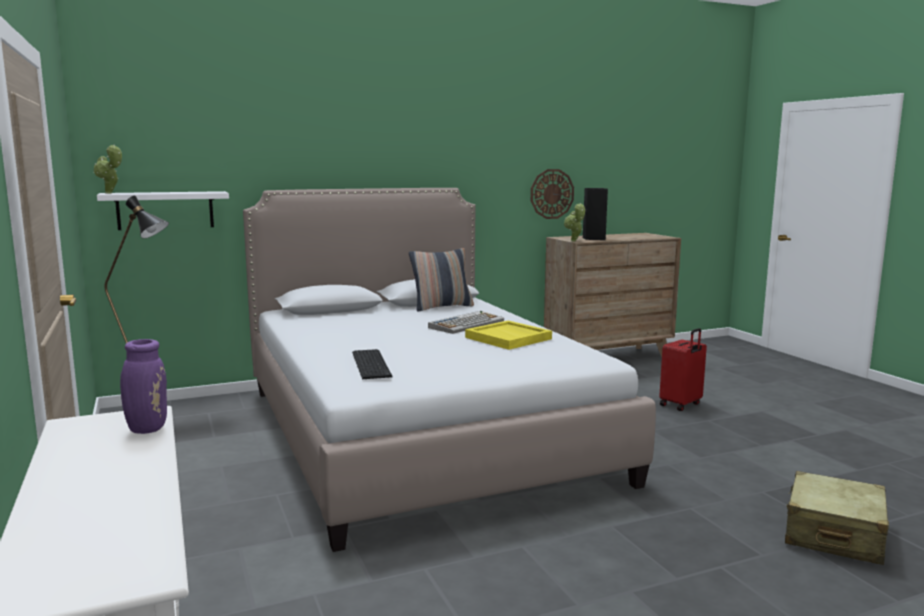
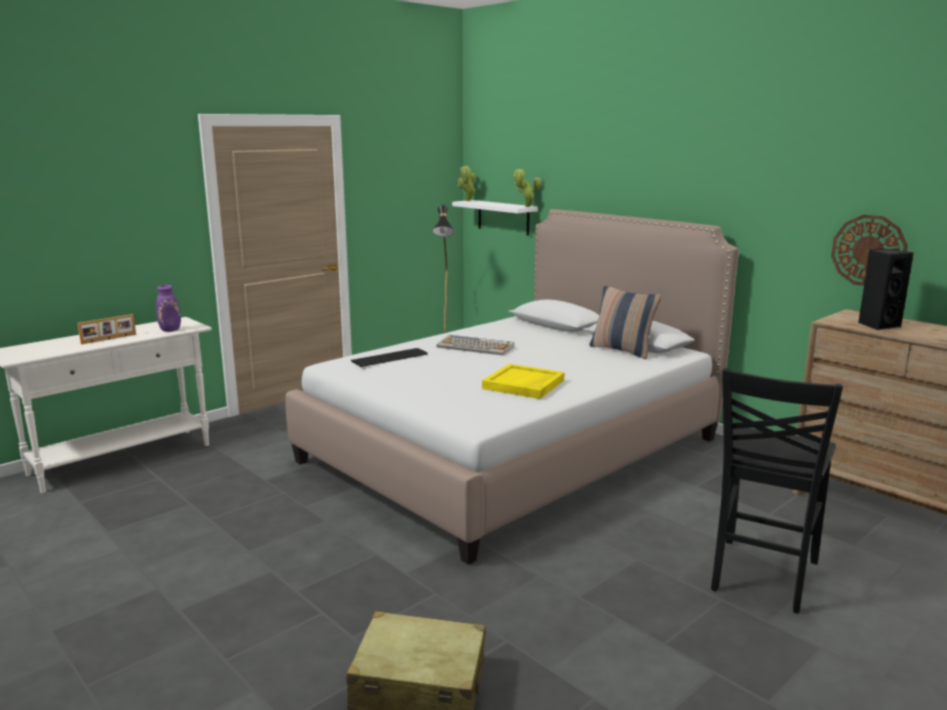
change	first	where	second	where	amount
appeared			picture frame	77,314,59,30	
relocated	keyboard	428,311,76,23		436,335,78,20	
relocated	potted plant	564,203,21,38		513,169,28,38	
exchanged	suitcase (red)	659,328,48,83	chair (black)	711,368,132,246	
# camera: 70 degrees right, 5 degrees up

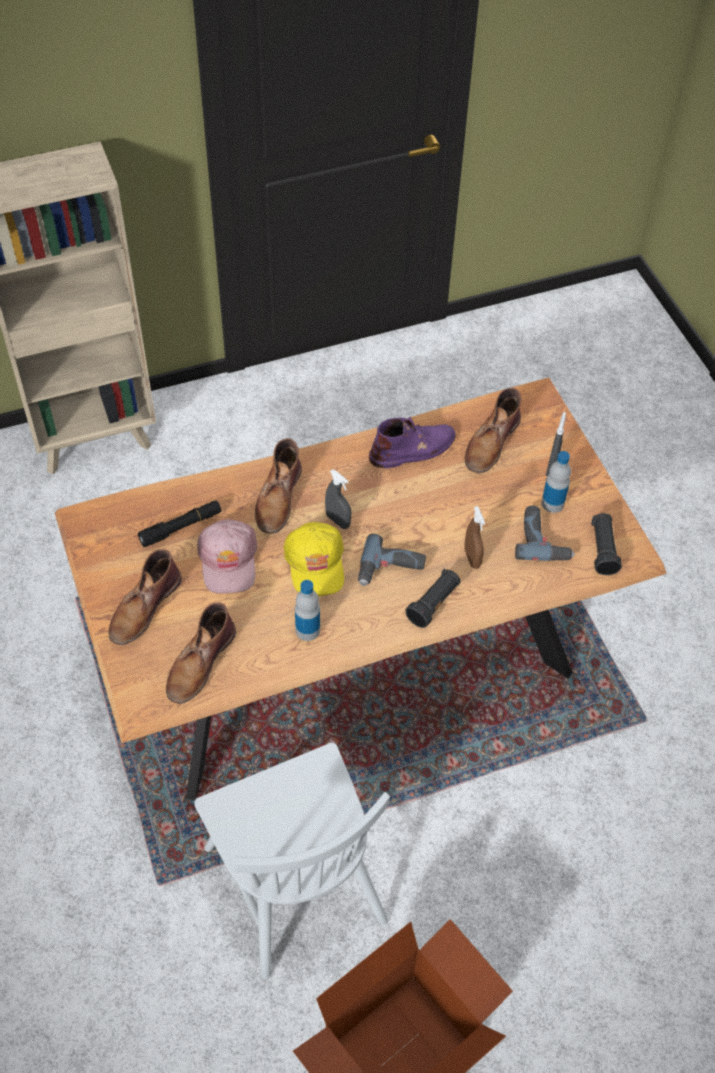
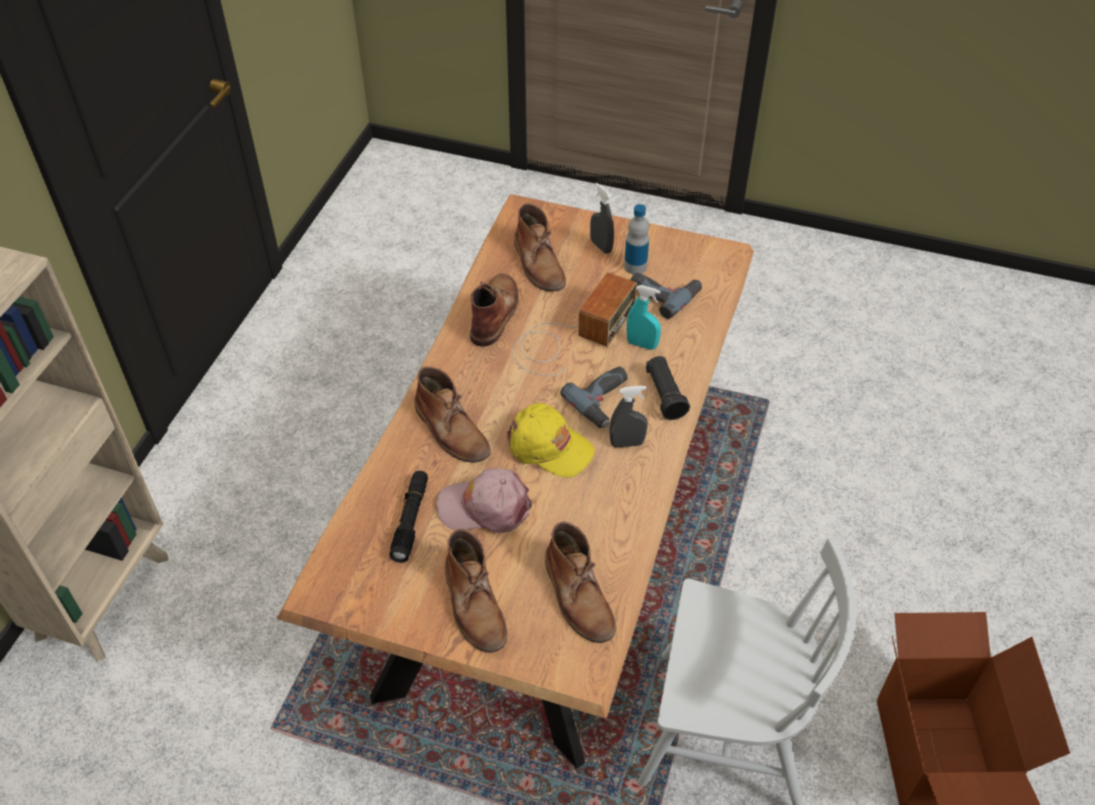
change	first	where	second	where	amount
spun	cap (pink)	197,519,61,75		436,468,96,65	150 degrees clockwise
colour	boot (purple)	369,417,87,51	boot (brown)	470,274,49,73	
appeared			radio	512,272,125,104	
relocated	spray bottle (grey)	325,470,26,59		609,385,39,63	
colour	spray bottle (brown)	464,506,21,63	spray bottle (turquoise)	627,285,34,65	
missing	bottle	295,580,25,61			
missing	flashlight (black)	591,513,31,62			
# camera: 50 degrees left, 5 degrees down

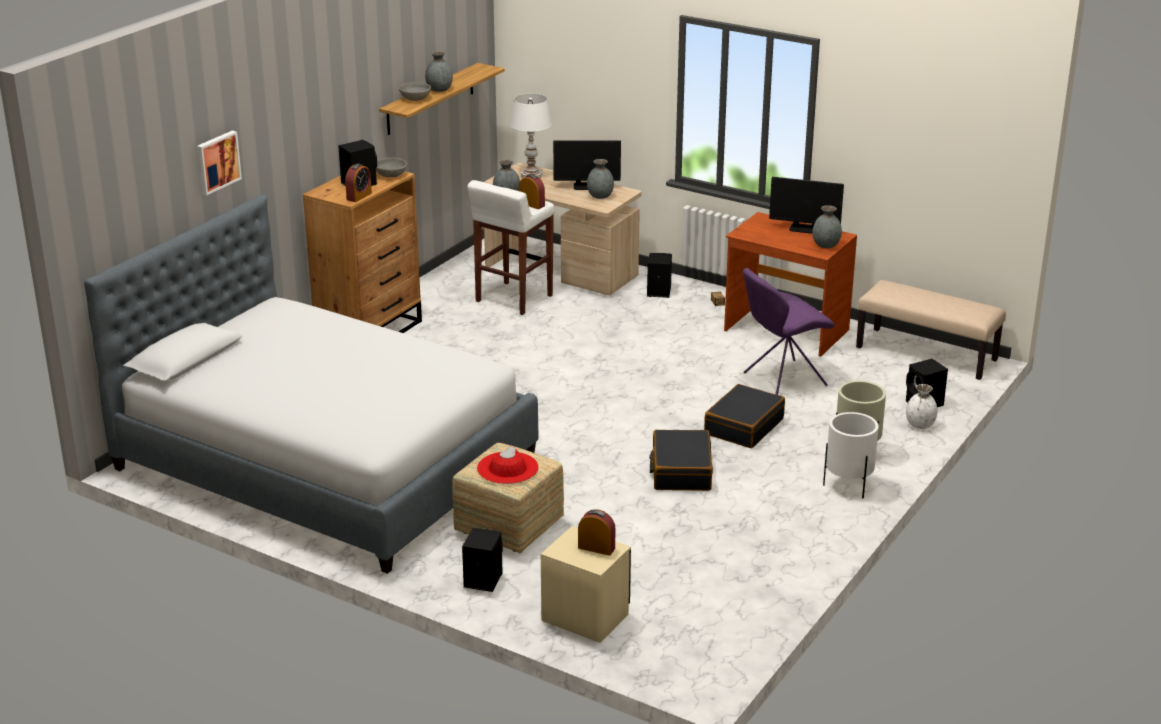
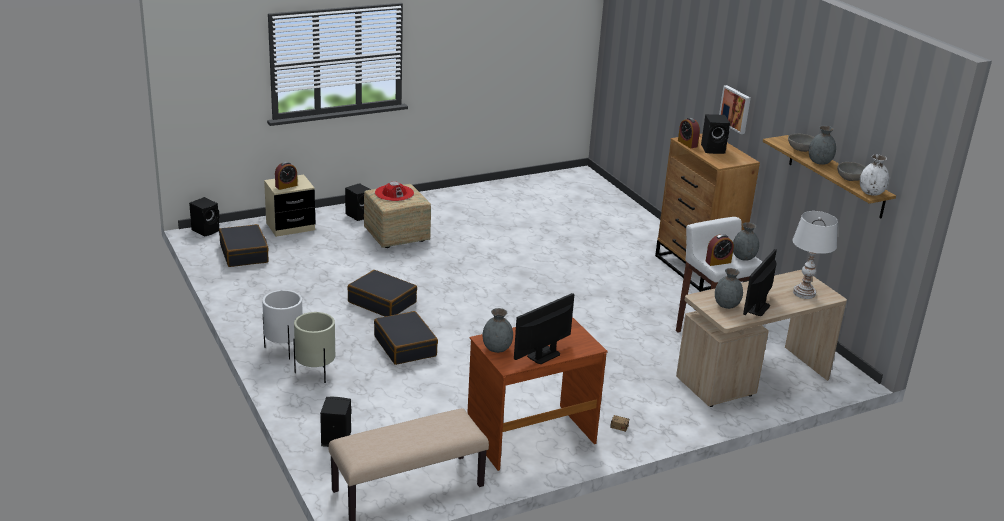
change	first	where	second	where	amount
relocated	speaker (black)	647,253,25,45		189,197,31,40	
appeared			suitcase (black)	219,224,50,43	
relocated	picture	197,131,45,64		719,85,32,49	
relocated	bowl (grey)	376,157,31,20		837,162,29,19	
relocated	vase (white)	906,384,32,45		860,155,29,41	
missing	bed	84,194,455,380			
missing	chair (purple)	743,268,92,127			
# camera: 120 degrees right, 0 degrees up

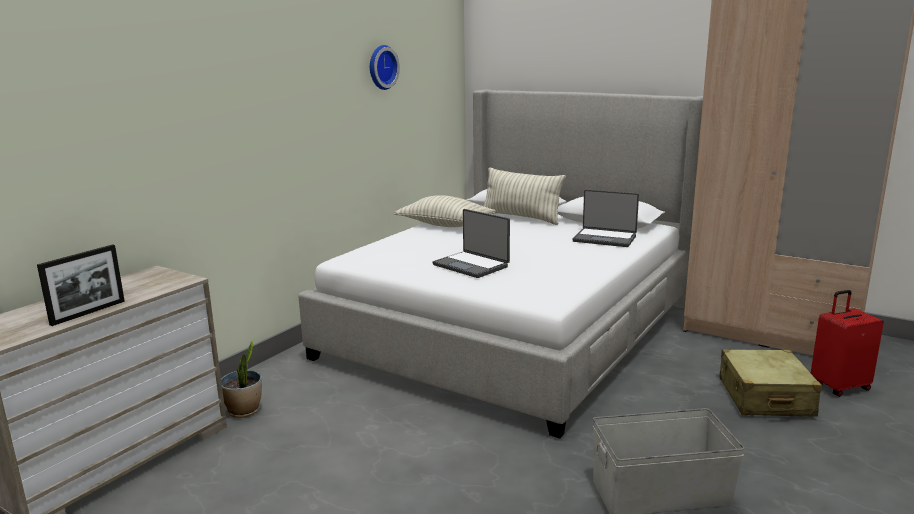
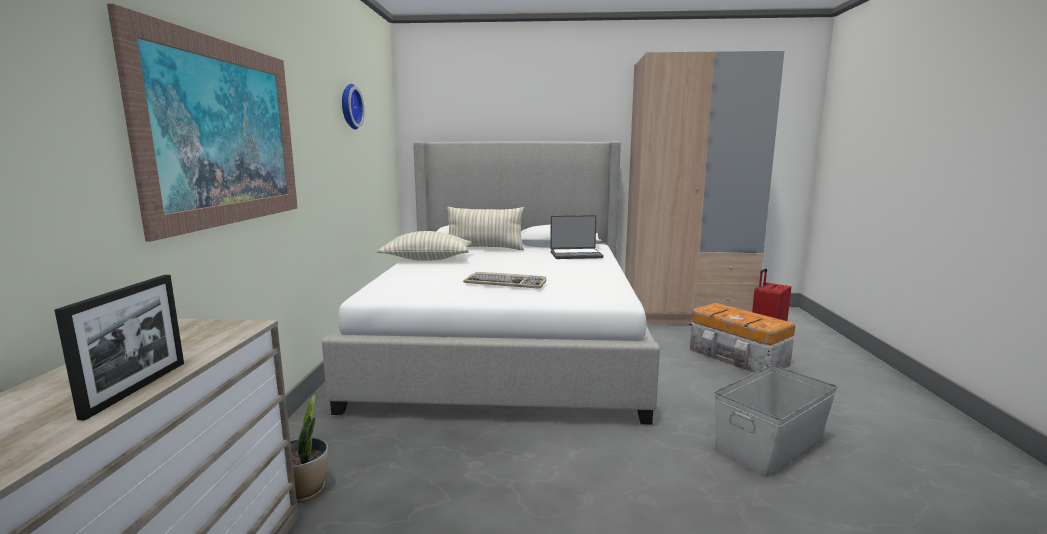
change	first	where	second	where	amount
appeared			picture	107,3,191,239	
exchanged	laptop	433,209,77,69	keyboard	463,272,84,16	
exchanged	suitcase (beige)	719,349,103,68	storage box	690,303,105,70	
# camera: 30 degrees left, 5 degrees down

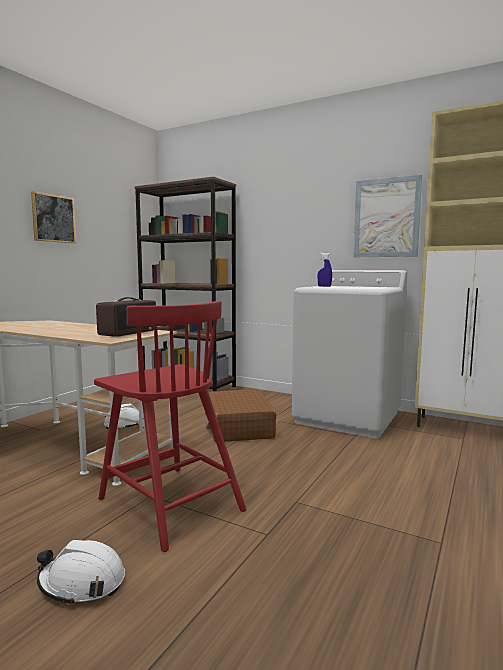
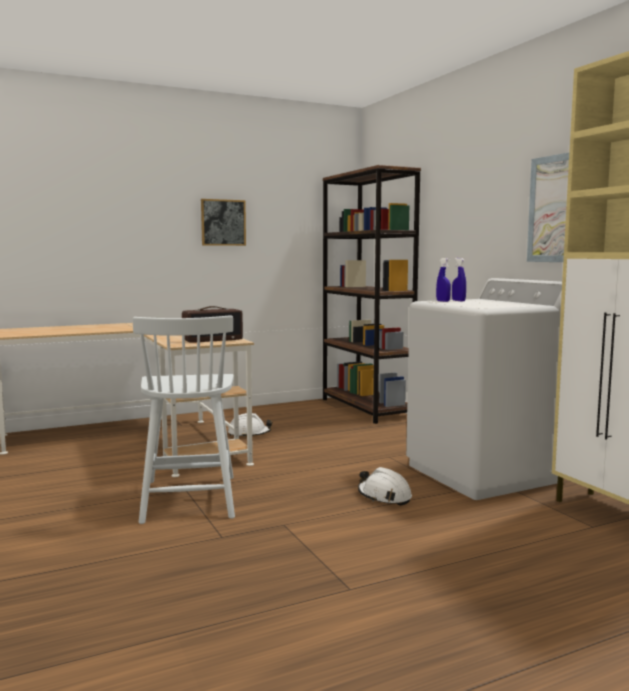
change	first	where	second	where	amount
colour	chair (red)	94,301,152,251	chair (white)	133,315,102,209	
relocated	hard hat (white)	37,540,88,66		358,467,54,39	
appeared			spray bottle (blue)	436,258,15,44	
missing	suitcase (brown)	205,389,71,53			
# camera: 35 degrees right, 0 degrees up

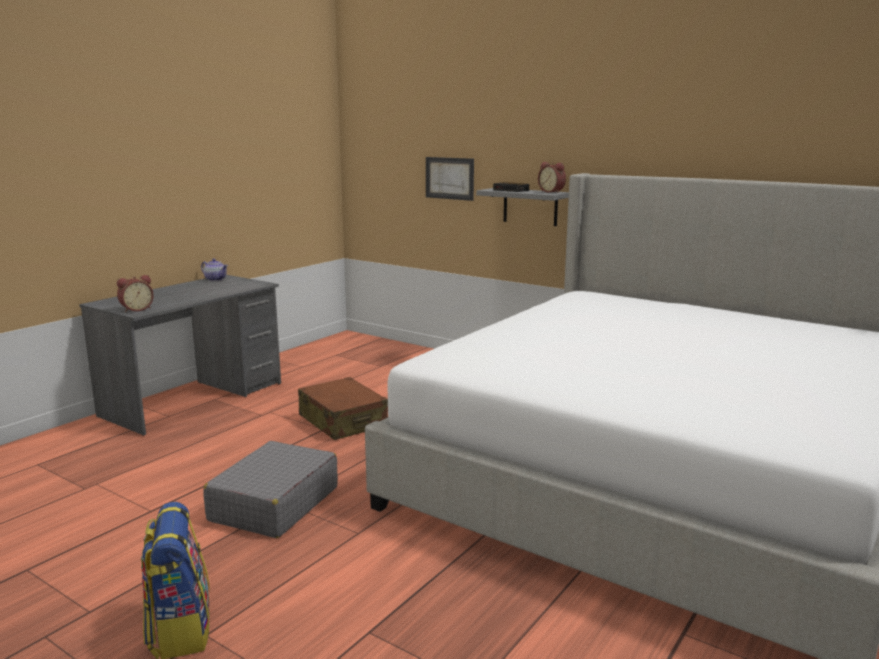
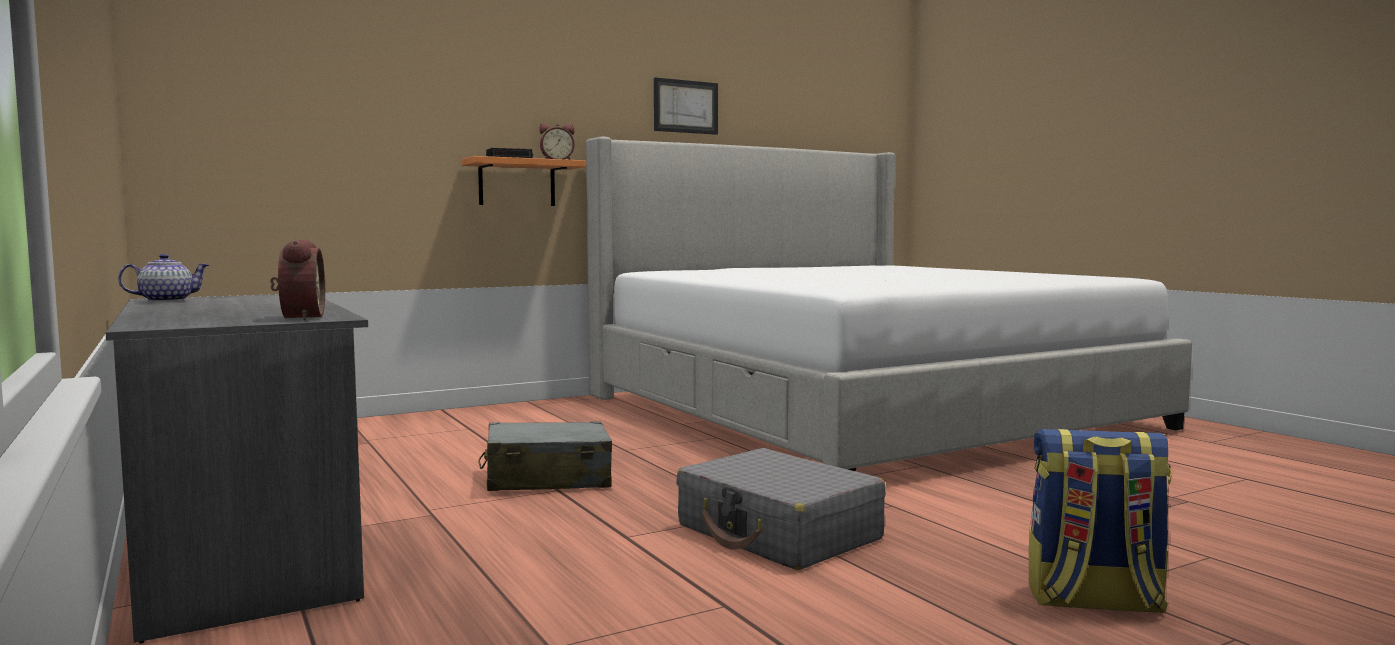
change	first	where	second	where	amount
colour	shelf (grey)	476,188,93,38	shelf (orange)	461,156,125,50	
colour	suitcase (brown)	298,377,90,63	suitcase (grey)	478,421,134,70	
relocated	picture	426,157,48,44		654,77,64,58	
# camera: 65 degrees left, 10 degrees down

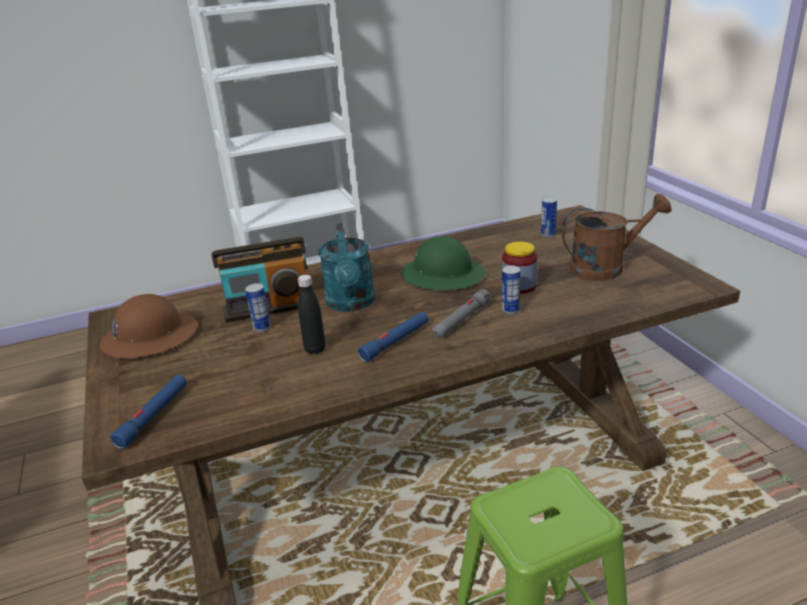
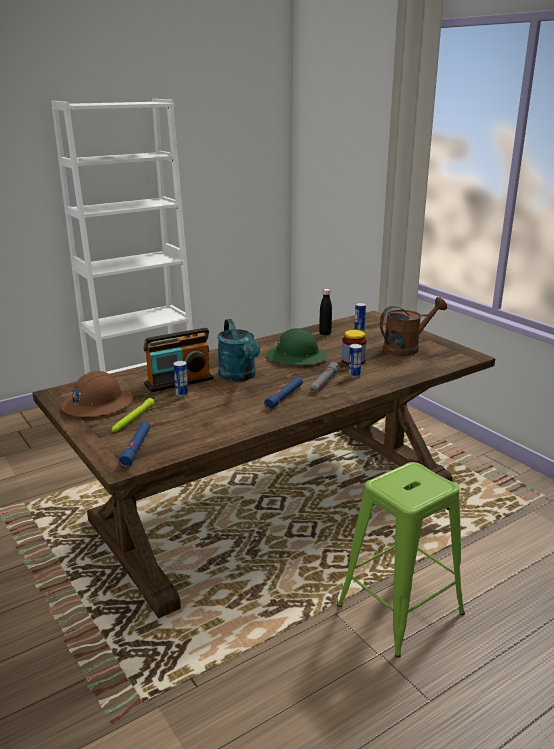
change	first	where	second	where	amount
appeared			flashlight (green)	112,398,43,34	
relocated	bottle (black)	298,275,28,79		319,289,13,46	
# camera: 15 degrees left, 5 degrees down

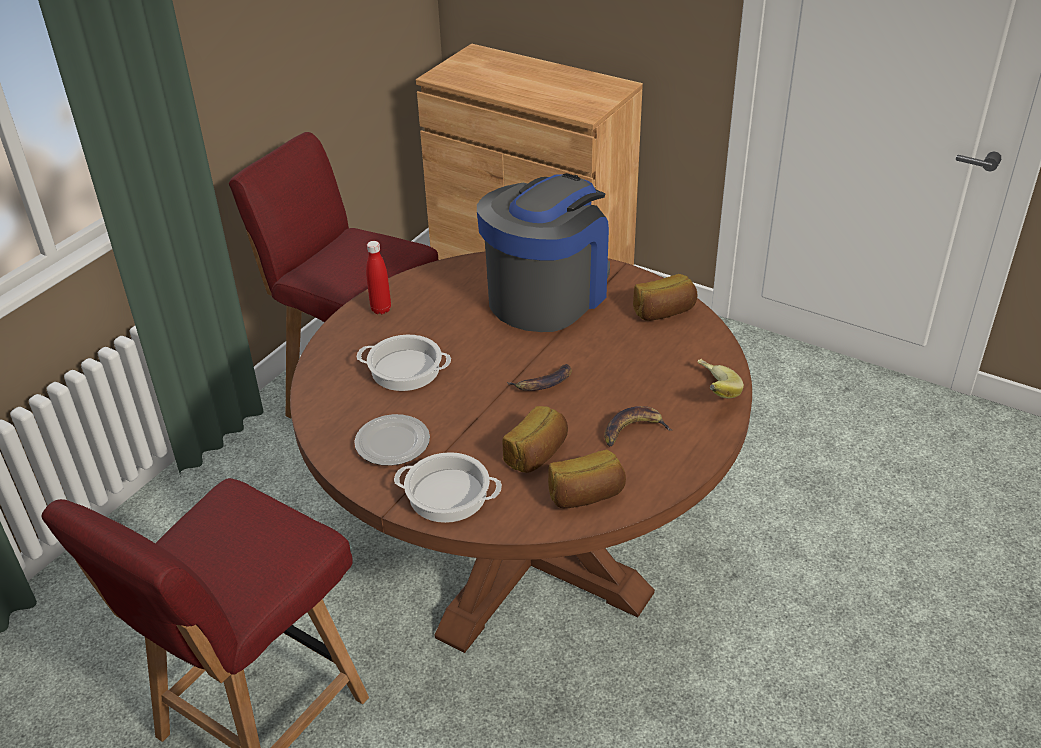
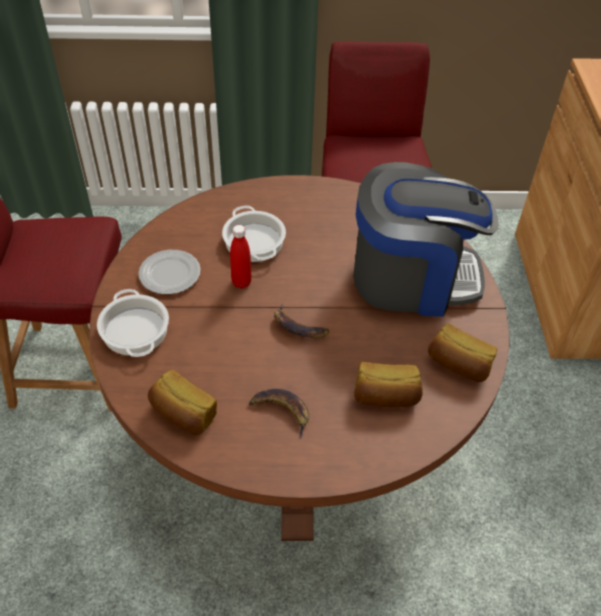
change	first	where	second	where	amount
relocated	bottle (red)	366,241,25,73		230,225,21,64	
relocated	bread	502,406,66,67		354,362,69,45	
missing	banana	698,359,46,39			
# camera: 55 degrees right, 10 degrees up

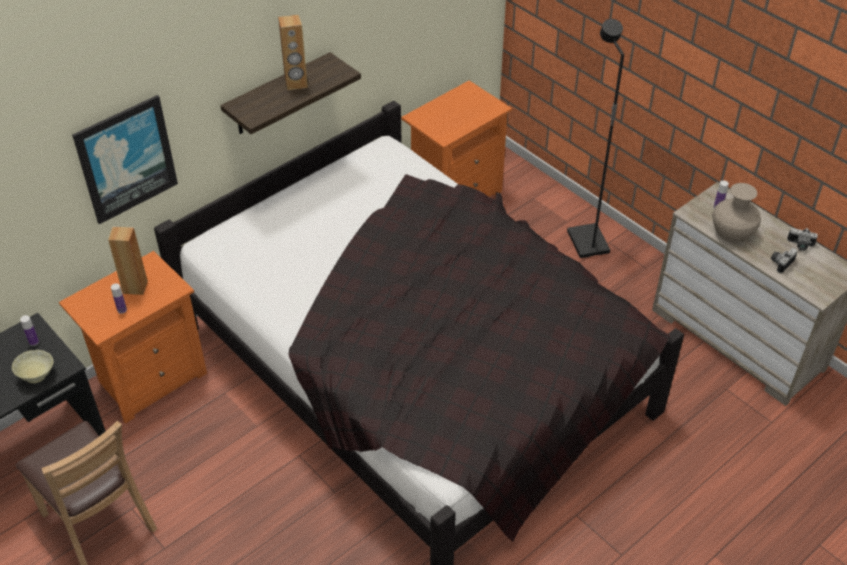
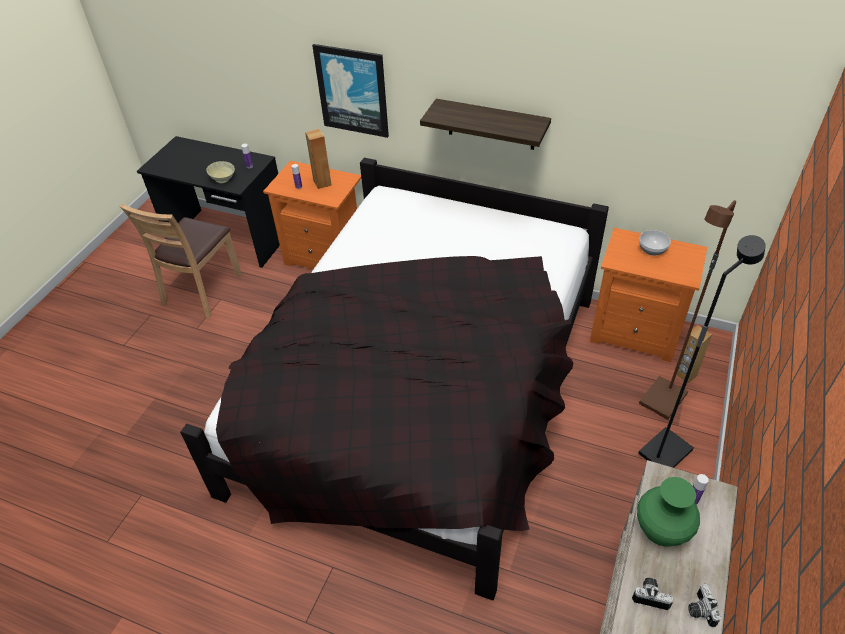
change	first	where	second	where	amount
colour	vase (beige)	713,183,48,60	vase (green)	637,477,63,70	
appeared			floor lamp (brown)	639,200,97,220	
appeared			bowl	639,230,32,26	
relocated	speaker (brown)	278,15,30,75		676,325,36,58	
# camera: 65 degrees right, 0 degrees up

